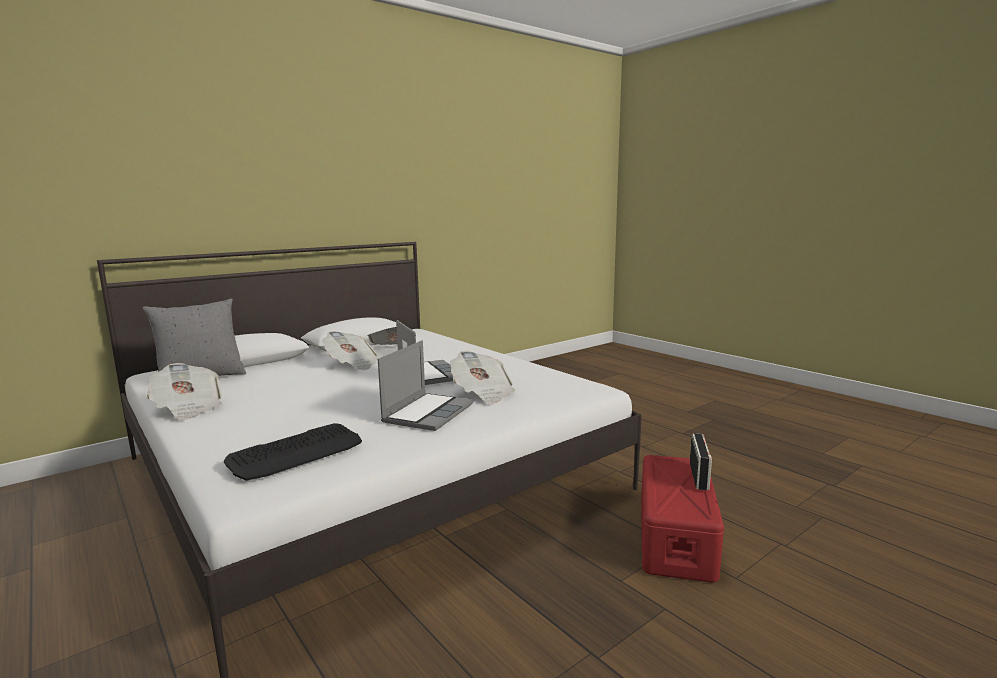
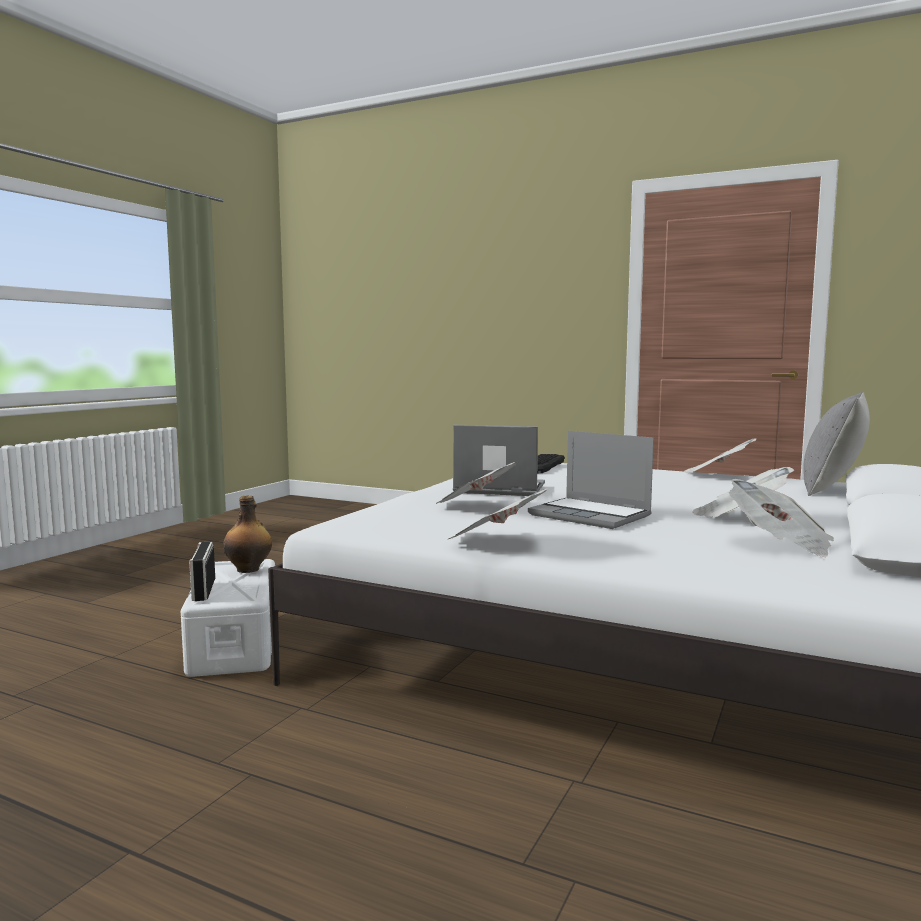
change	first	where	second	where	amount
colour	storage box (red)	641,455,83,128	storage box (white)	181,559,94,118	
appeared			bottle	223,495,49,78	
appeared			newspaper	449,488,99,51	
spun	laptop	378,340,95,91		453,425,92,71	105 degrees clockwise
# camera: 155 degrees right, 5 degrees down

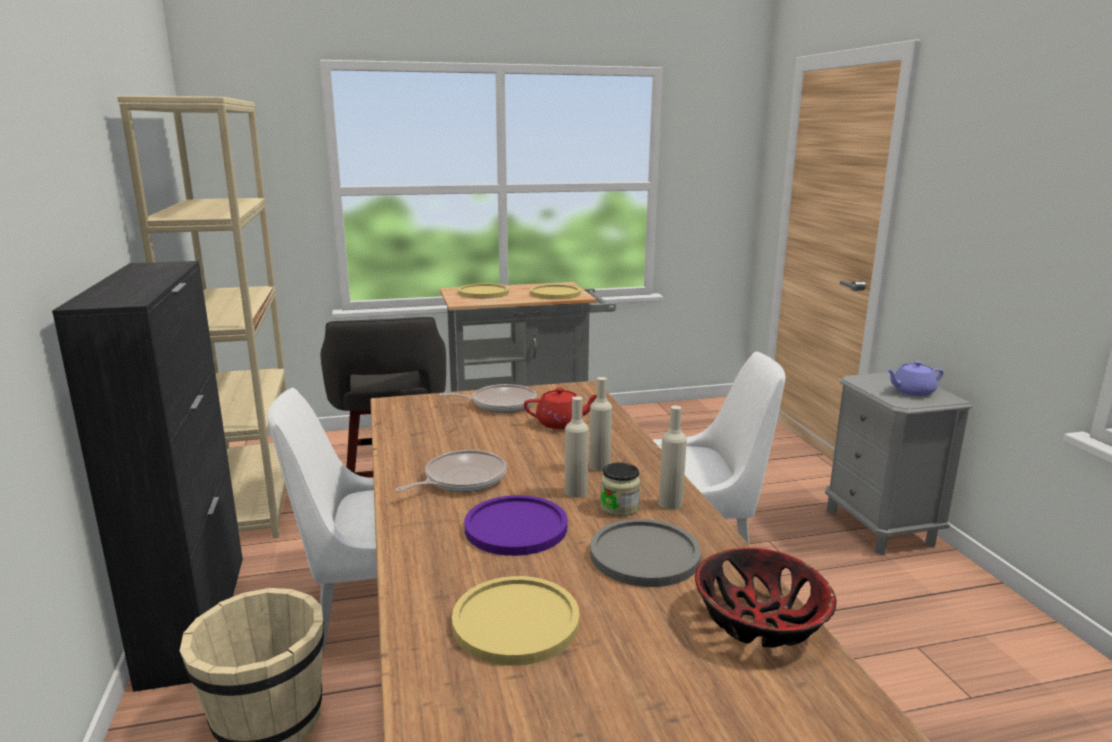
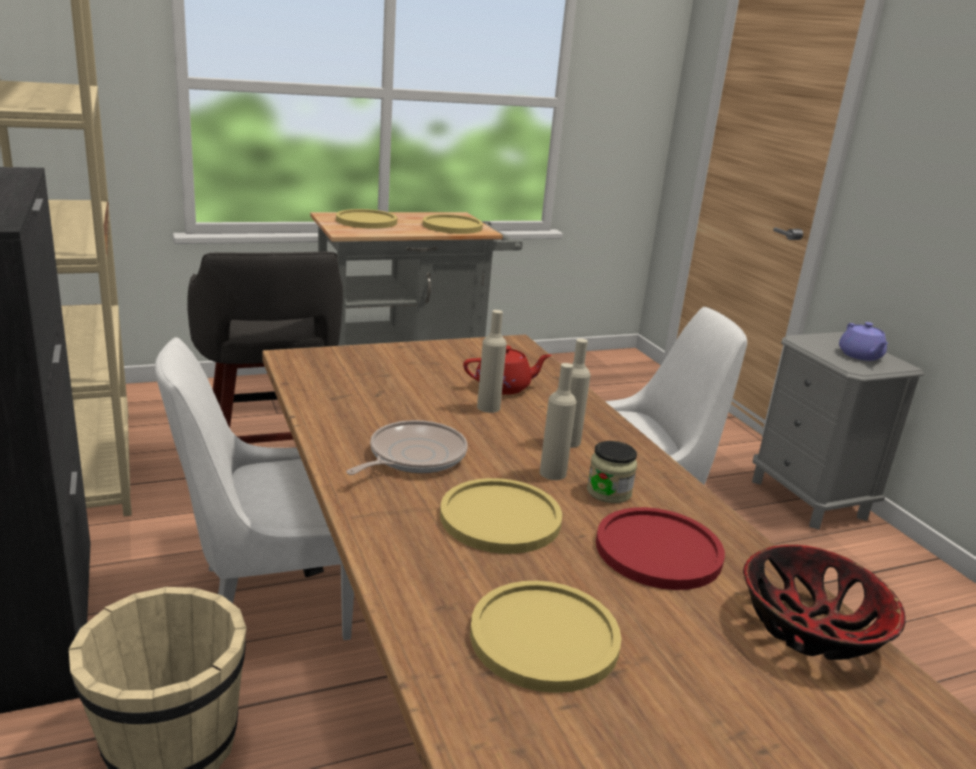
change	first	where	second	where	amount
colour	plate (purple)	464,495,103,61	plate (yellow)	440,478,122,76	
relocated	bottle (beige)	659,406,28,104		477,310,30,103	
colour	plate (grey)	590,519,111,68	plate (red)	596,507,129,83	
spun	teapot (purple)	886,361,58,35		839,322,49,39	75 degrees counterclockwise
missing	frying pan	439,384,98,29			
# camera: 10 degrees left, 5 degrees up

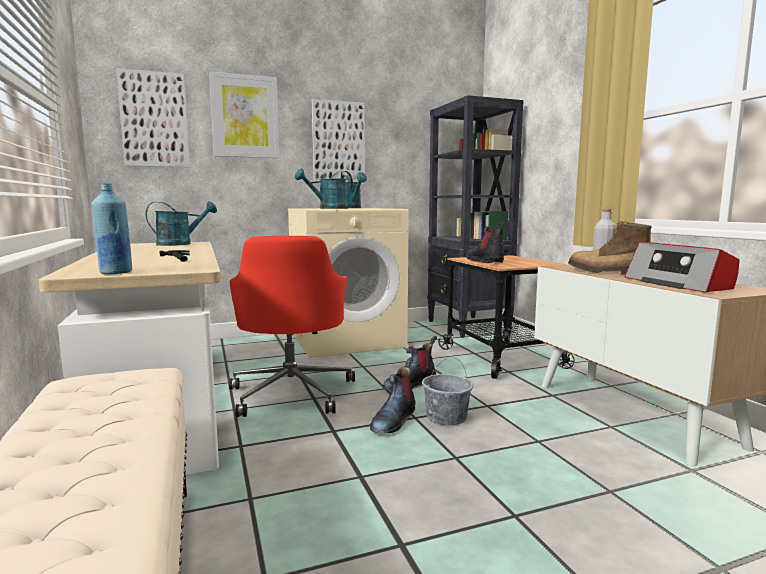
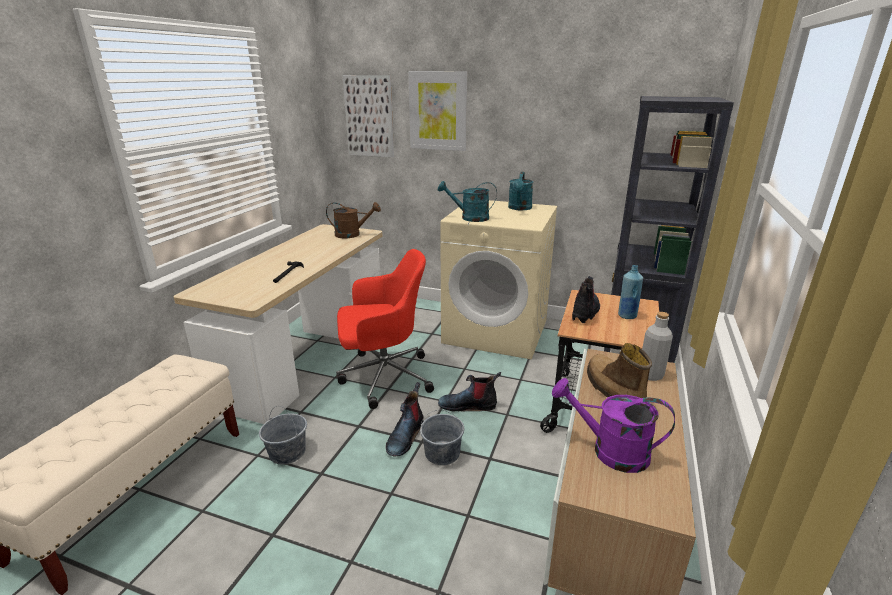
change	first	where	second	where	amount
appeared			bucket (grey)	259,406,48,58	
colour	watering can (turquoise)	145,201,72,45	watering can (brown)	326,202,55,36	
spun	office chair (red)	229,236,126,181		336,249,98,160	135 degrees counterclockwise
spun	boot	370,357,46,77		386,382,37,75	45 degrees counterclockwise
exchanged	radio	624,242,116,51	watering can (purple)	552,378,123,95	
relocated	bottle (blue)	91,184,41,90		618,265,25,54	
missing	picture	312,99,53,85			
# camera: 40 degrees right, 15 degrees up

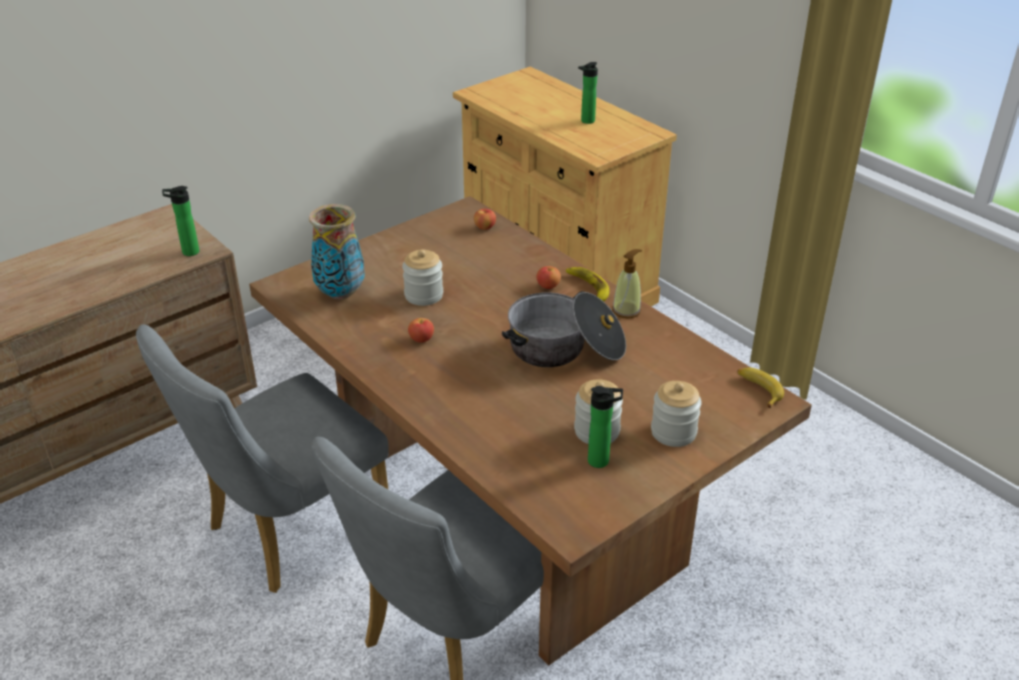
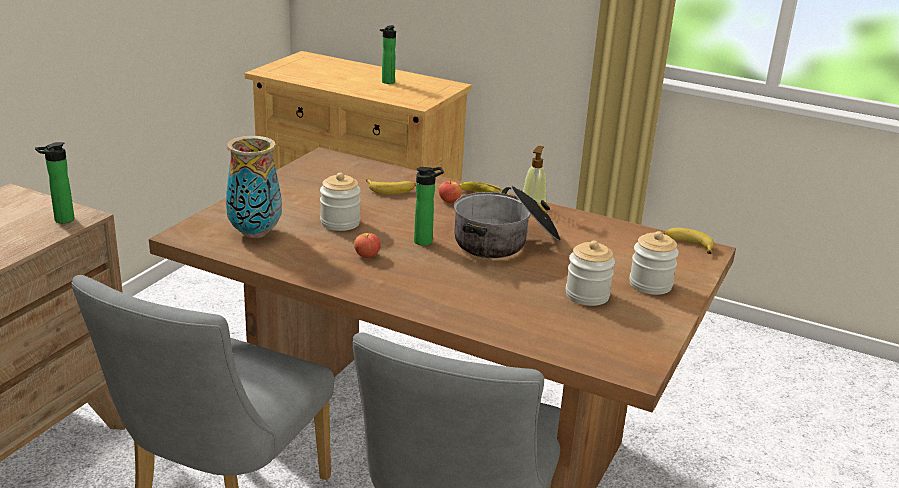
change	first	where	second	where	amount
appeared			banana	366,179,50,15	
relocated	bottle	588,386,35,82		414,167,30,79	
missing	apple	474,207,22,23			
# camera: 25 degrees left, 10 degrees down

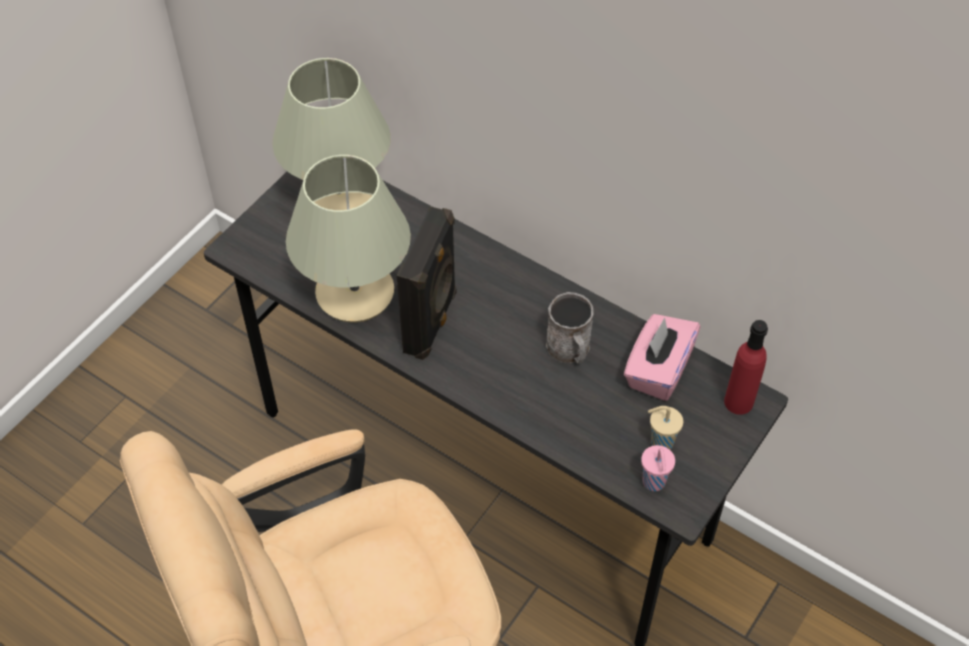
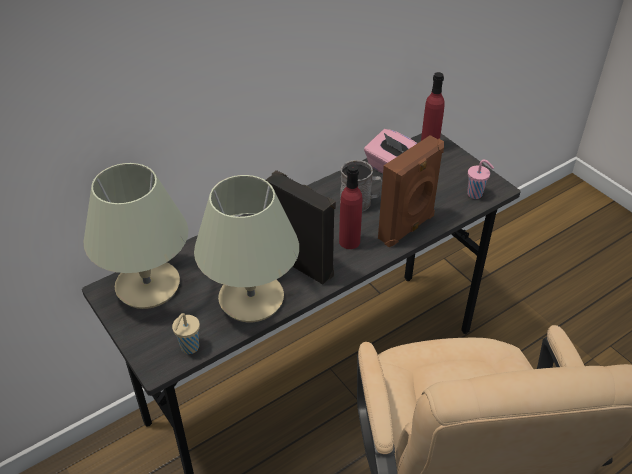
change	first	where	second	where	amount
relocated	cup (beige)	648,406,35,44		172,313,28,41	
appeared			bottle (red)	339,164,23,85	
appeared			speaker (brown)	378,135,66,112	
# camera: 70 degrees left, 10 degrees down

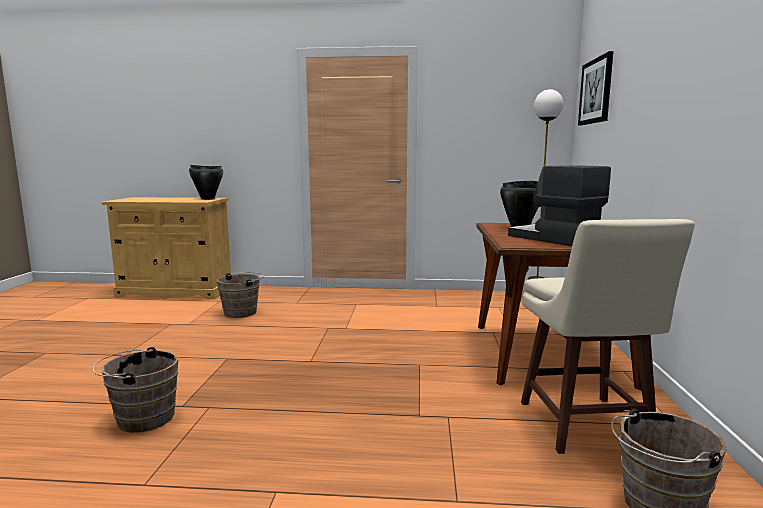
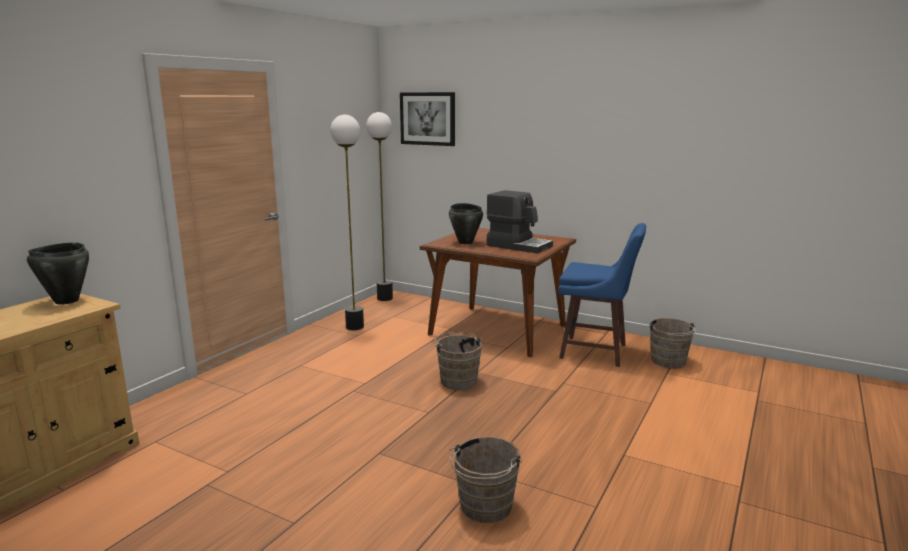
change	first	where	second	where	amount
appeared			floor lamp	330,114,34,216	
relocated	bucket (brown)	217,272,47,46		435,332,47,58	
spun	coffee machine	508,165,103,81		487,190,66,64	135 degrees counterclockwise
colour	stool (beige)	521,219,174,235	stool (blue)	558,223,88,144	
# camera: 65 degrees left, 5 degrees up

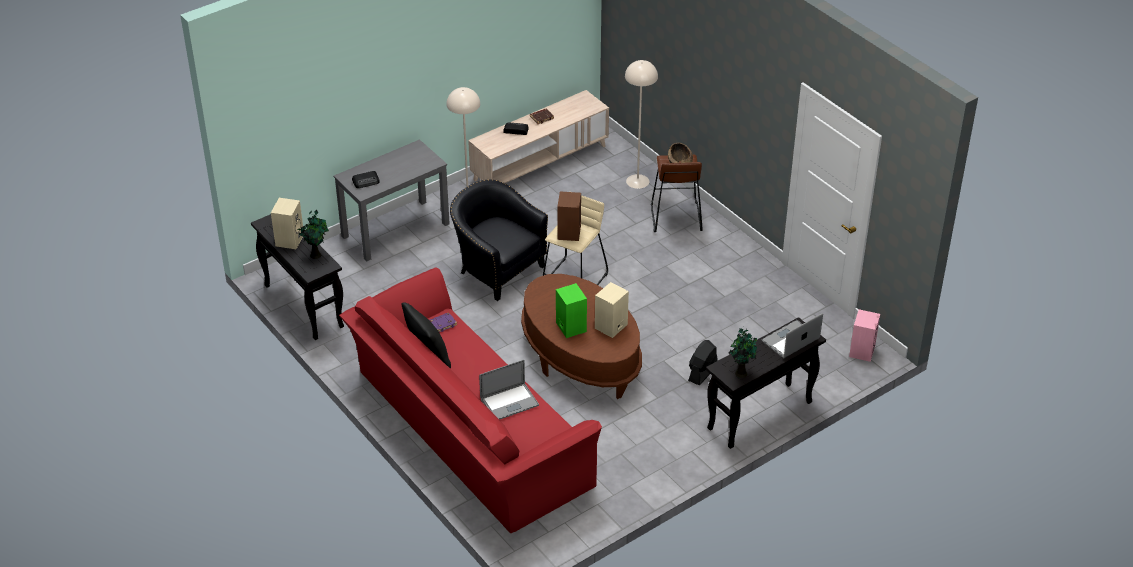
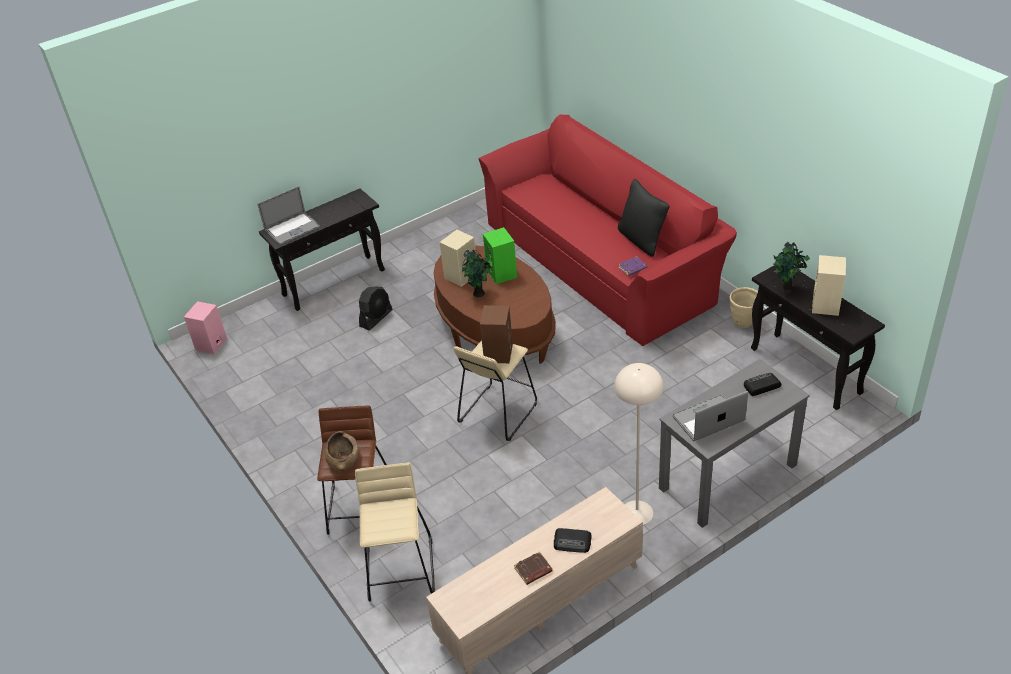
change	first	where	second	where	amount
exchanged	floor lamp (beige)	625,60,33,129	stool (beige)	355,463,80,139	
relocated	potted plant	729,328,28,50		461,250,30,47	
relocated	laptop	479,359,60,61		672,391,76,50	
appeared			planter (beige)	730,287,28,41	
missing	armchair (black)	450,179,98,122			
# camera: 175 degrees left, 0 degrees up

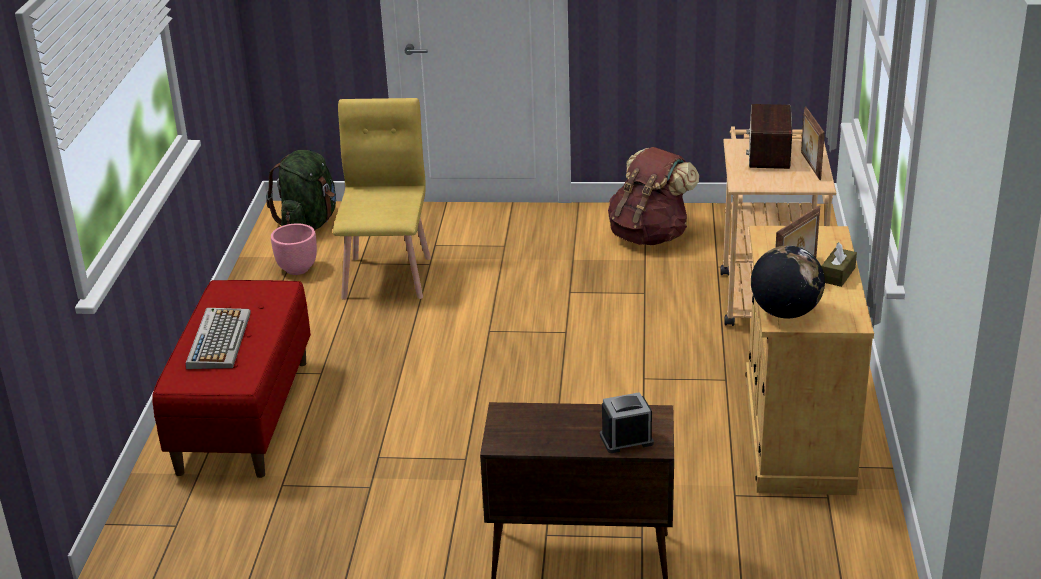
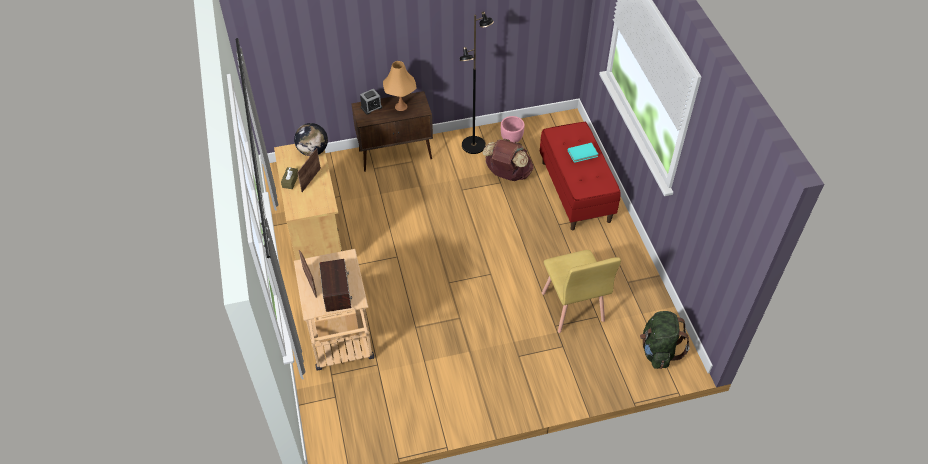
change	first	where	second	where	amount
appeared			table lamp (orange)	383,61,34,50	
appeared			floor lamp (black)	460,12,34,142	
relocated	backpack (brown)	608,147,91,98		483,139,51,42	
relocated	planter (pink)	271,223,46,52		501,116,24,27	
exchanged	keyboard	185,308,66,61	book (turquoise)	568,143,30,20	
# camera: 160 degrees right, 20 degrees up

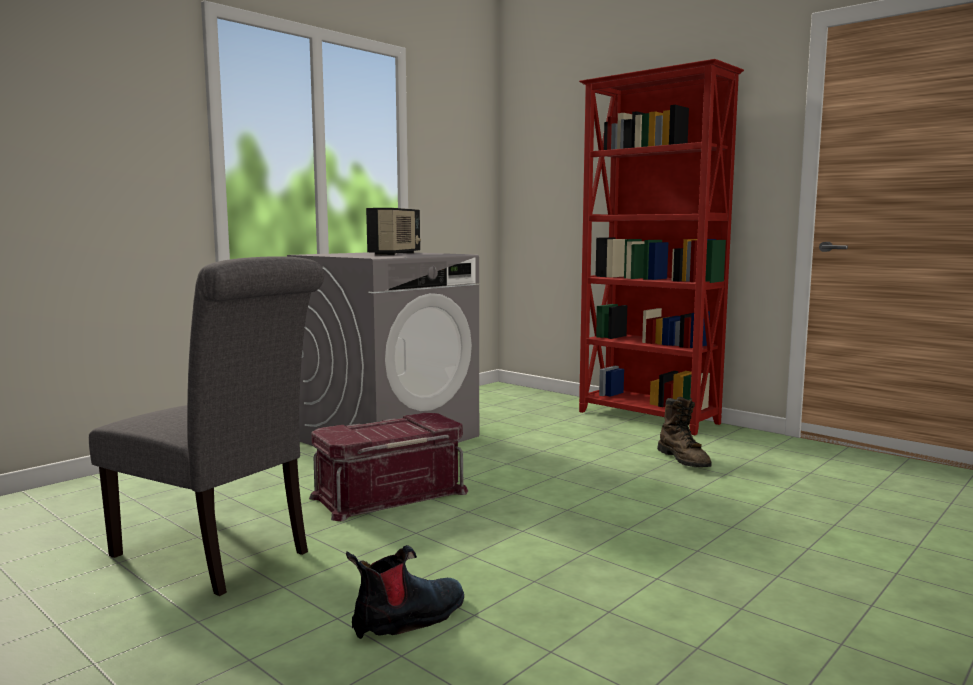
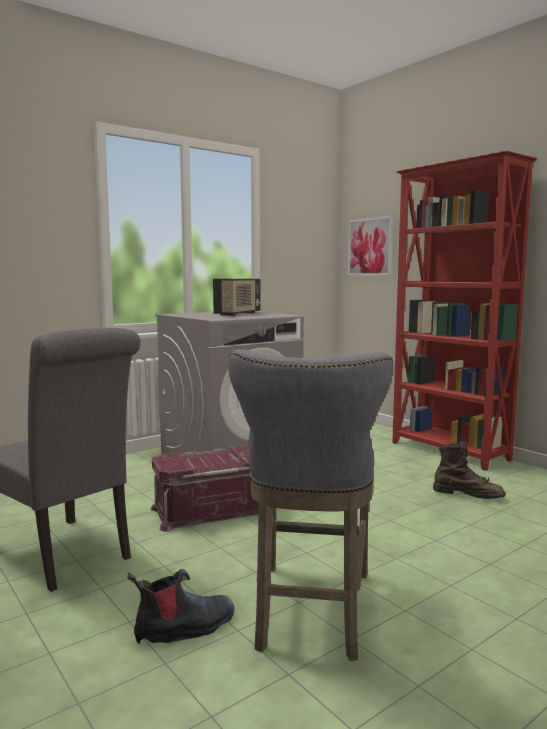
change	first	where	second	where	amount
appeared			stool (grey)	228,349,165,312	
appeared			picture	348,216,45,60	
spun	boot (brown)	657,397,55,70		433,441,73,58	60 degrees counterclockwise
# camera: 10 degrees right, 0 degrees up

